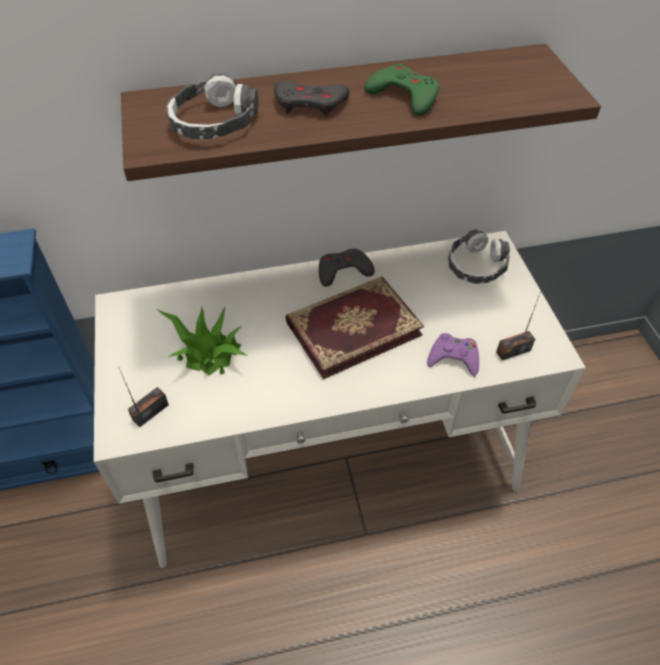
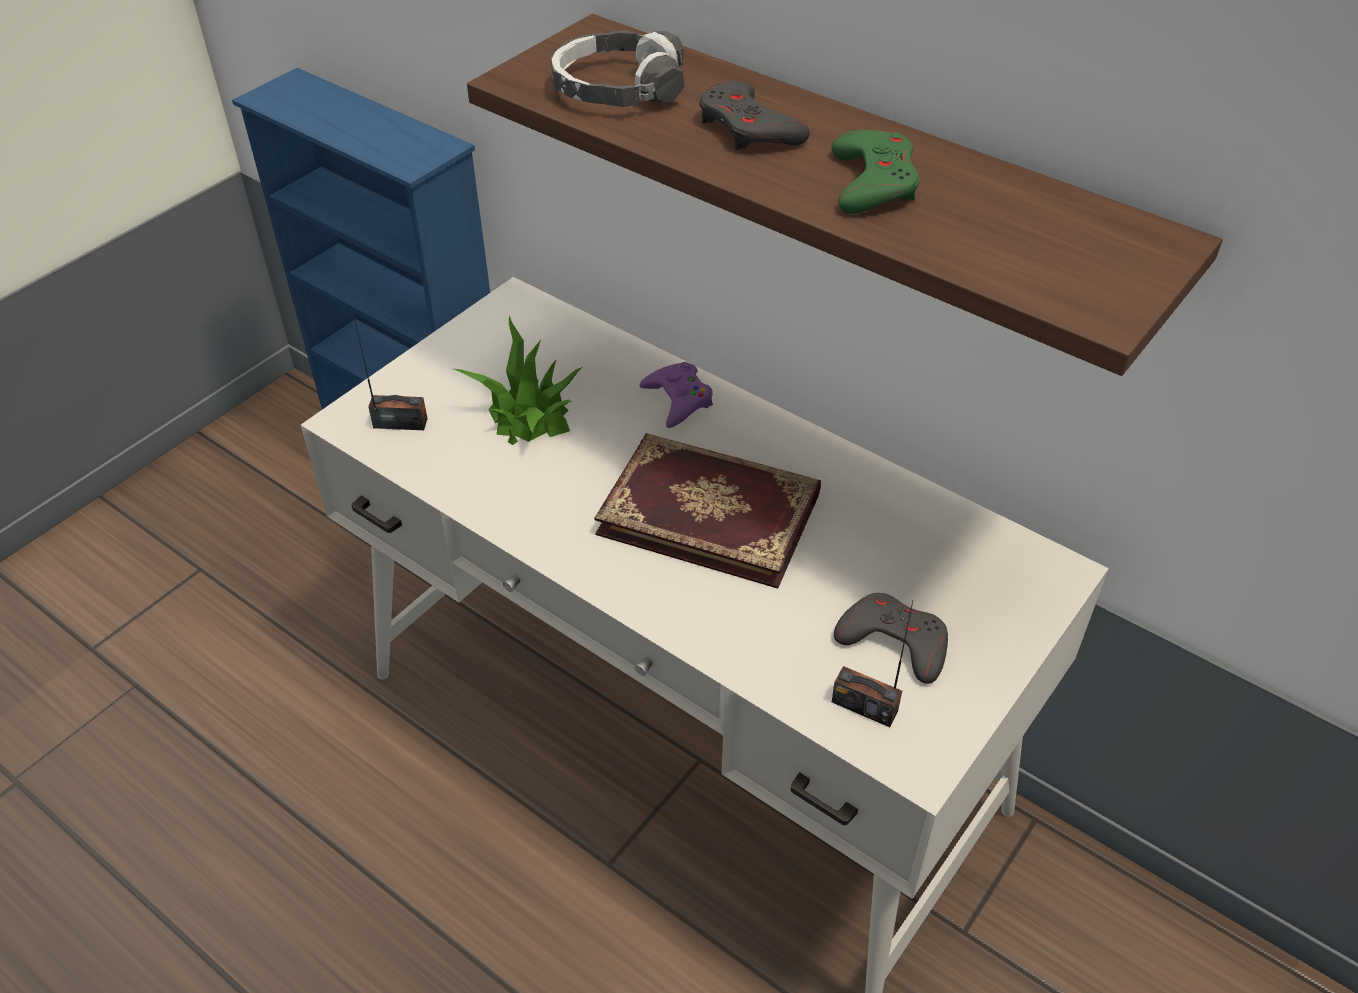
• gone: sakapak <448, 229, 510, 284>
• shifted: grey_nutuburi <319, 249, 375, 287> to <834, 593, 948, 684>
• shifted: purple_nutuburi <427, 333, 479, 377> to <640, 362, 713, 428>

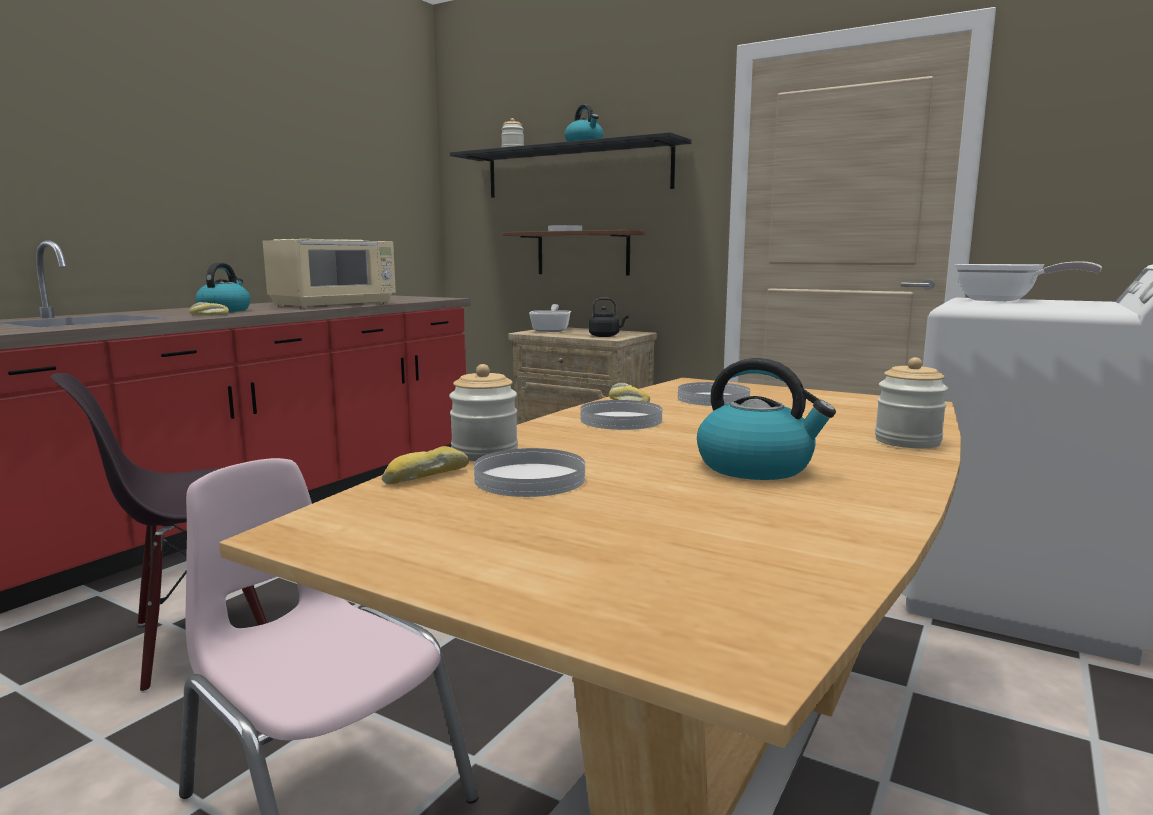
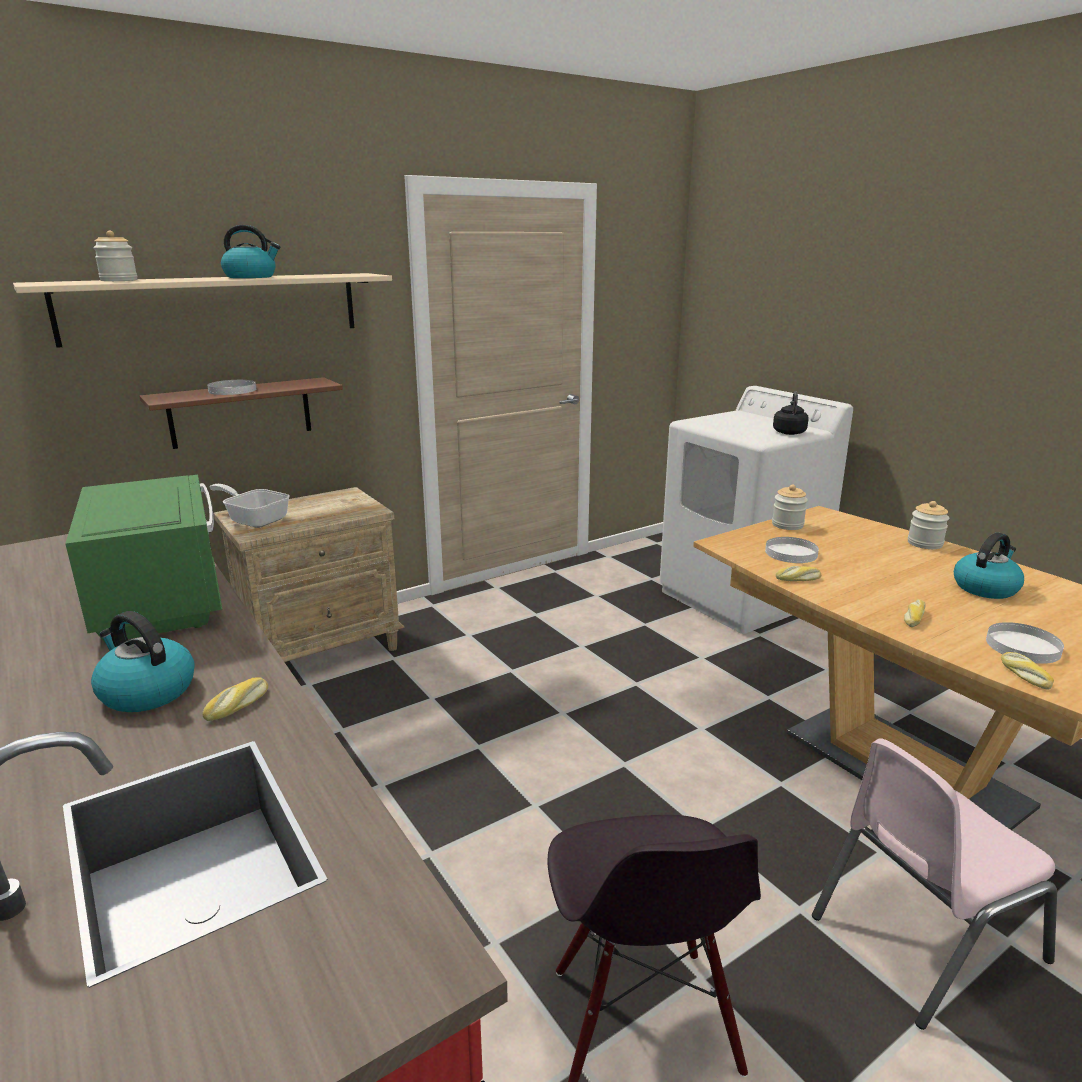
• gone: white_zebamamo <581, 400, 662, 430>
• gone: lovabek <954, 261, 1102, 302>
• new: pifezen <904, 599, 926, 627>
• shifted: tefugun <449, 364, 518, 461> to <772, 485, 808, 530>
• shifted: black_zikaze <588, 298, 629, 337> to <773, 391, 809, 435>
• repainted: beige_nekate <263, 239, 396, 308> to green_nekate <65, 475, 223, 642>
• repainted: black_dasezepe <450, 132, 692, 198> to beige_dasezepe <13, 273, 392, 348>

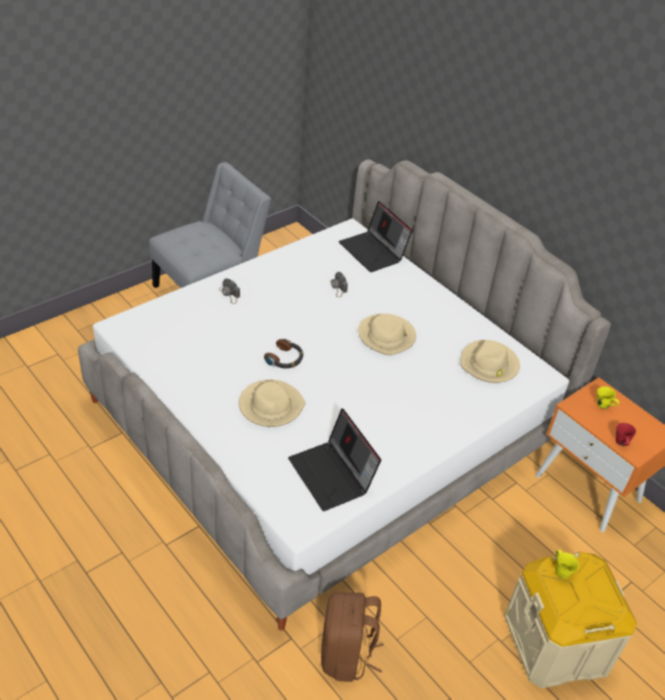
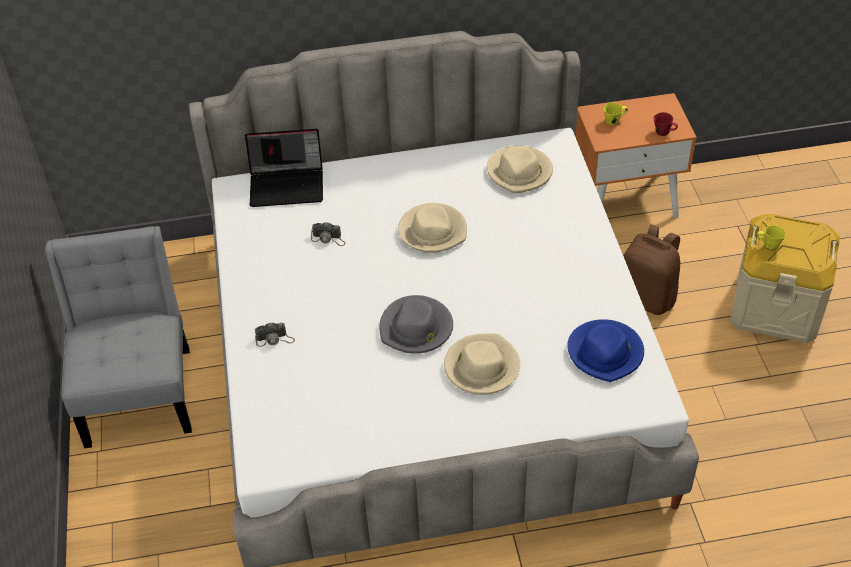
• shifted: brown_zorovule <321, 592, 384, 682> to <623, 224, 680, 315>
• swapped: sakapak <264, 339, 303, 368> to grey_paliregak <379, 295, 453, 354>
• swapped: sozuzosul <288, 408, 381, 511> to blue_paliregak <567, 319, 644, 382>

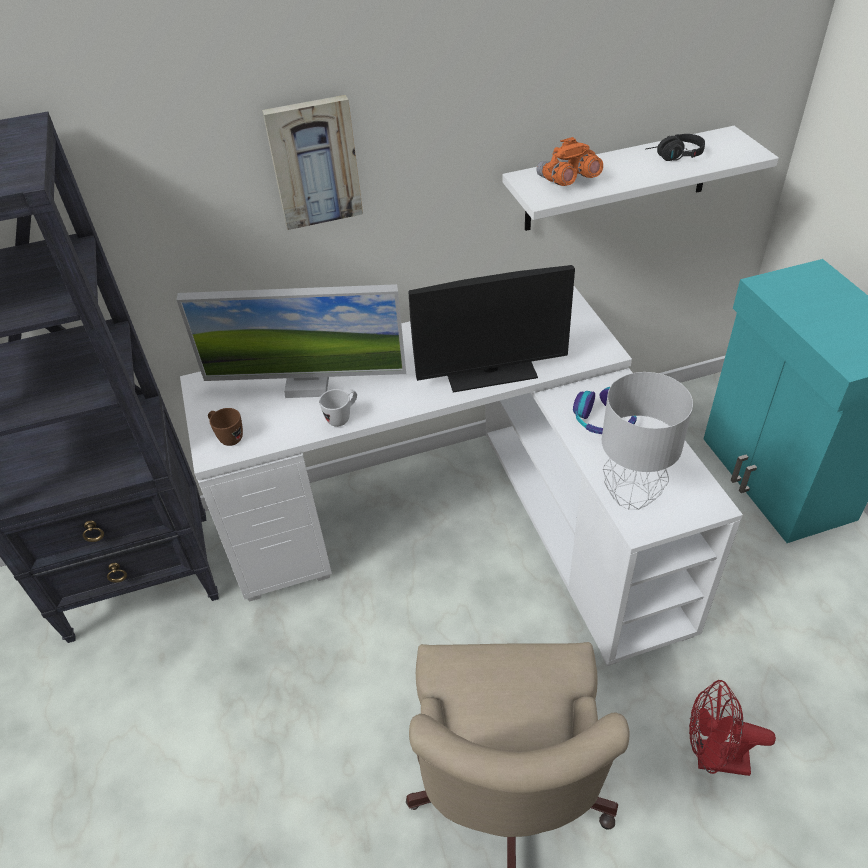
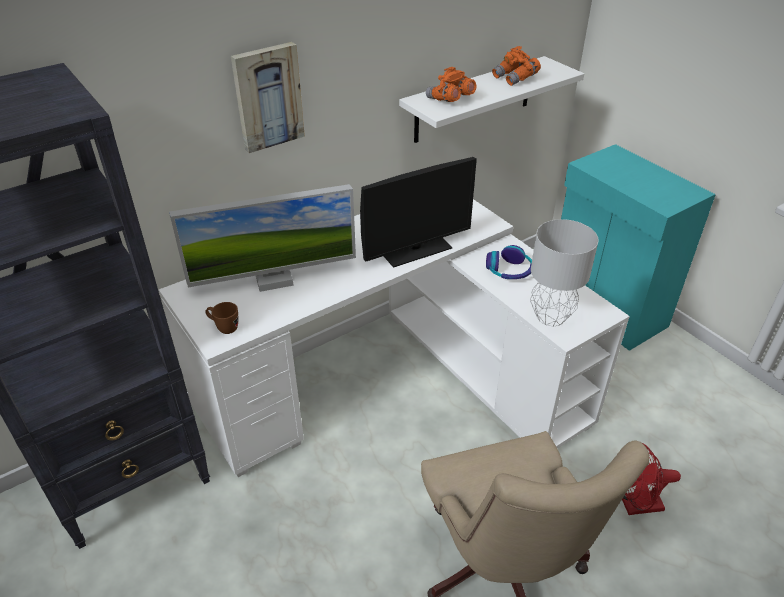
• gone: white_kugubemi <319, 389, 357, 427>
• swapped: black_sakapak <645, 134, 705, 161> to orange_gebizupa <492, 46, 541, 86>

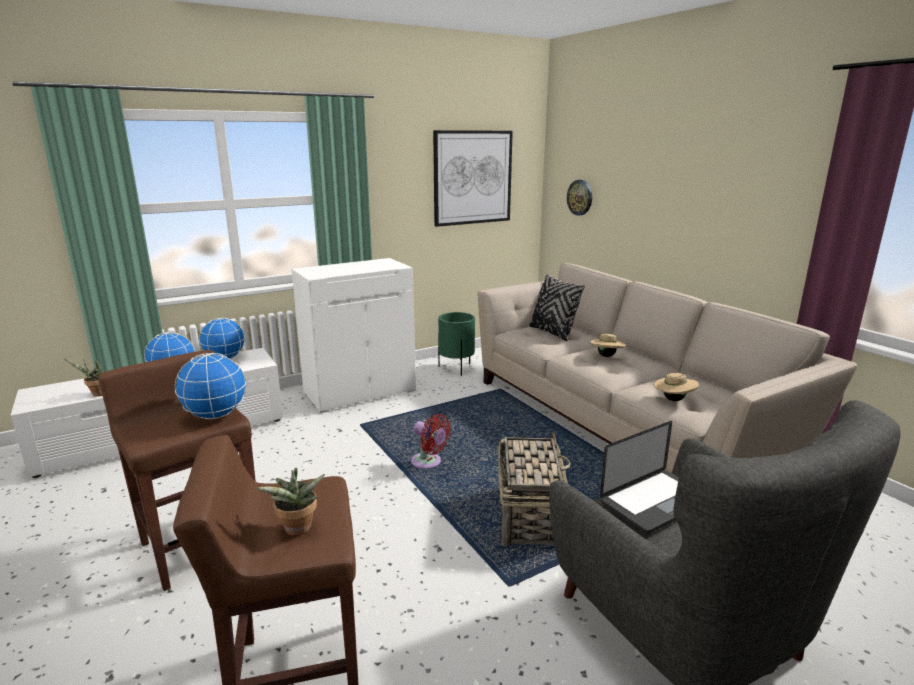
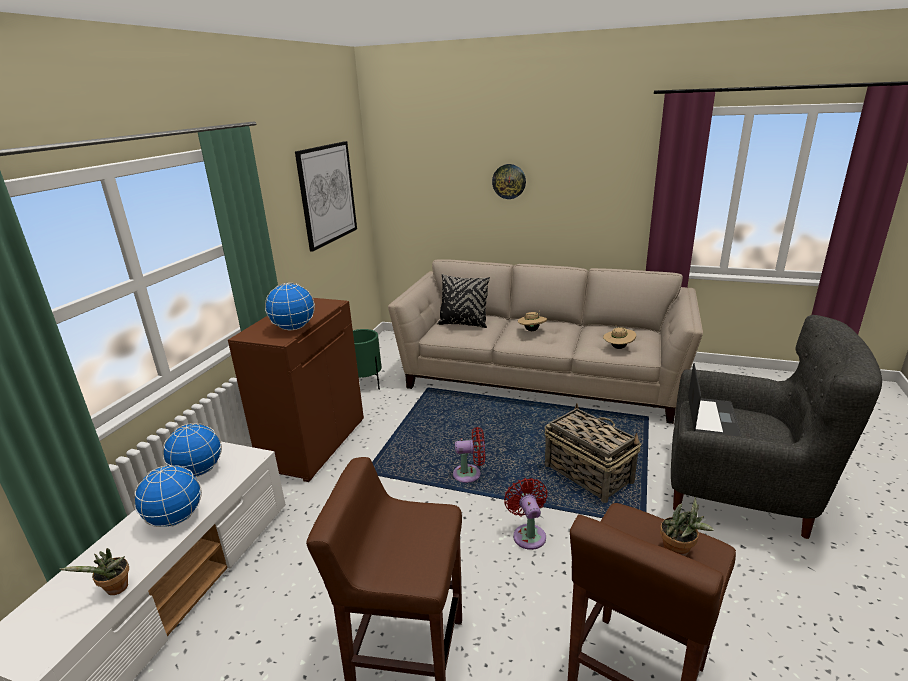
• new: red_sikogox <504, 478, 548, 550>
• shifted: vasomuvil <175, 353, 247, 419> to <265, 283, 315, 330>
• shifted: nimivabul <567, 180, 592, 216> to <492, 164, 526, 199>
• repainted: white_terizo <292, 258, 416, 413> to brown_terizo <228, 298, 364, 482>

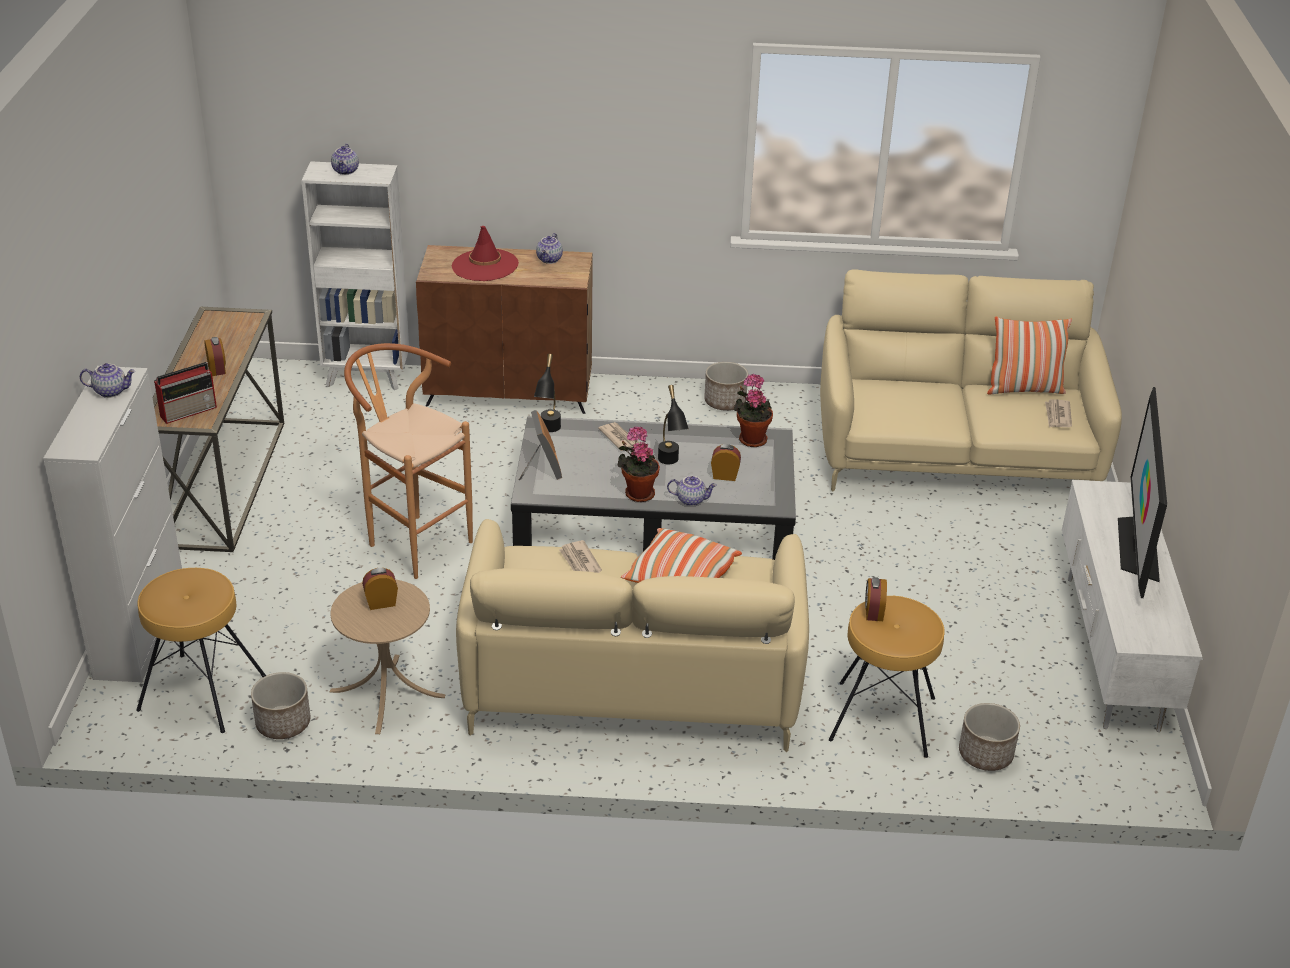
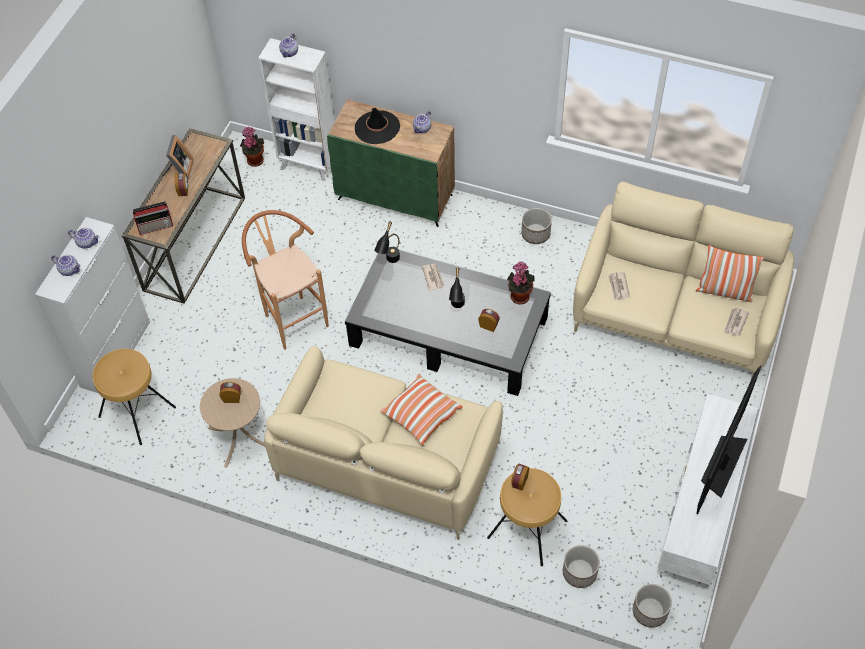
• shifted: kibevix <251, 672, 311, 739> to <633, 584, 672, 628>
• shifted: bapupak <519, 410, 562, 480> to <162, 135, 194, 179>
• shifted: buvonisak <559, 540, 602, 573> to <608, 272, 630, 300>
• shifted: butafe <617, 426, 660, 502> to <240, 126, 264, 167>
• shifted: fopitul <667, 476, 717, 506> to <52, 255, 81, 276>
• repainted: brown_terizo <416, 245, 593, 414> to green_terizo <327, 99, 455, 227>
• repainted: red_paliregak <452, 226, 519, 281> to black_paliregak <355, 107, 400, 144>

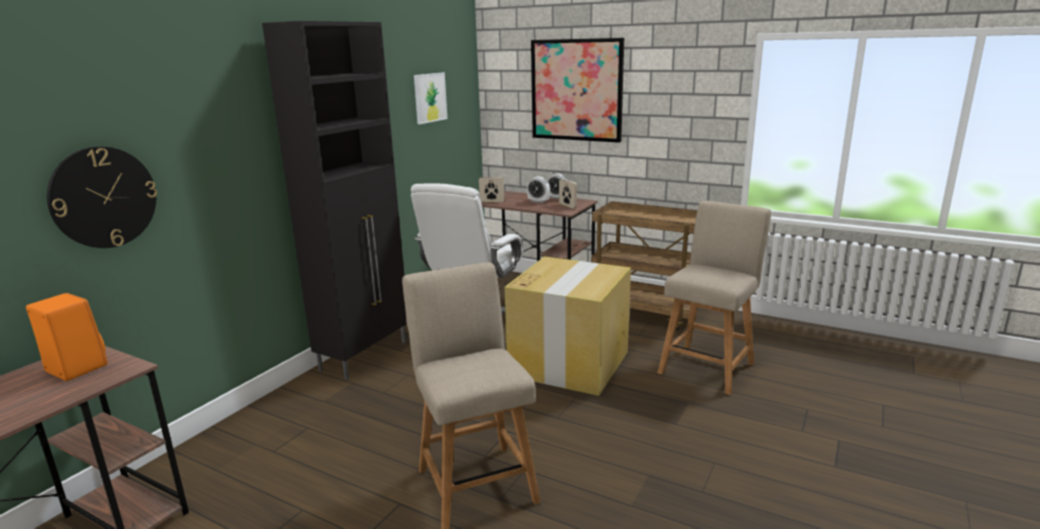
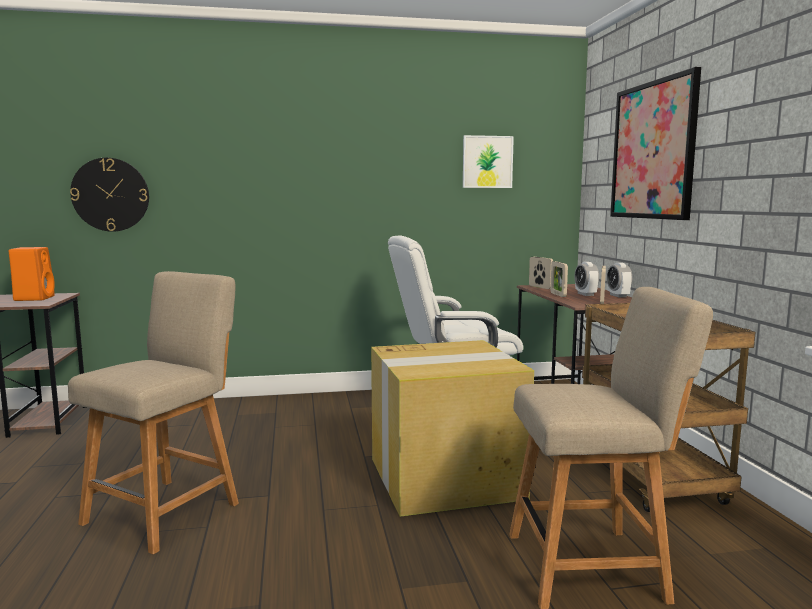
• gone: black_terizo <262, 21, 407, 380>
• new: bapupak <550, 261, 568, 297>

